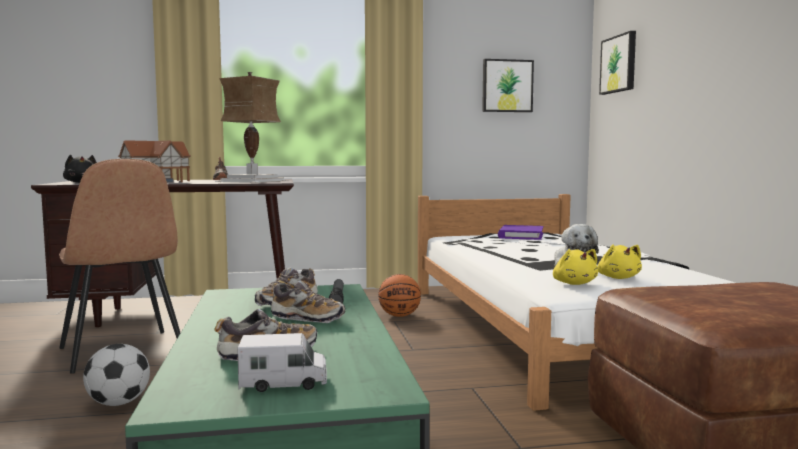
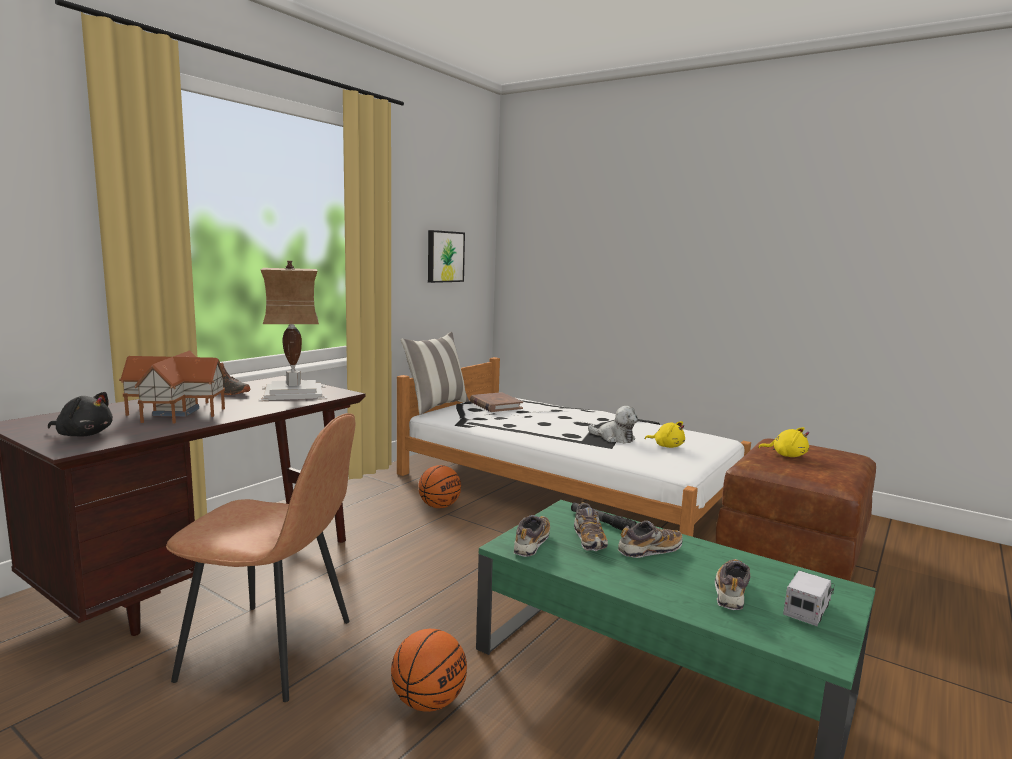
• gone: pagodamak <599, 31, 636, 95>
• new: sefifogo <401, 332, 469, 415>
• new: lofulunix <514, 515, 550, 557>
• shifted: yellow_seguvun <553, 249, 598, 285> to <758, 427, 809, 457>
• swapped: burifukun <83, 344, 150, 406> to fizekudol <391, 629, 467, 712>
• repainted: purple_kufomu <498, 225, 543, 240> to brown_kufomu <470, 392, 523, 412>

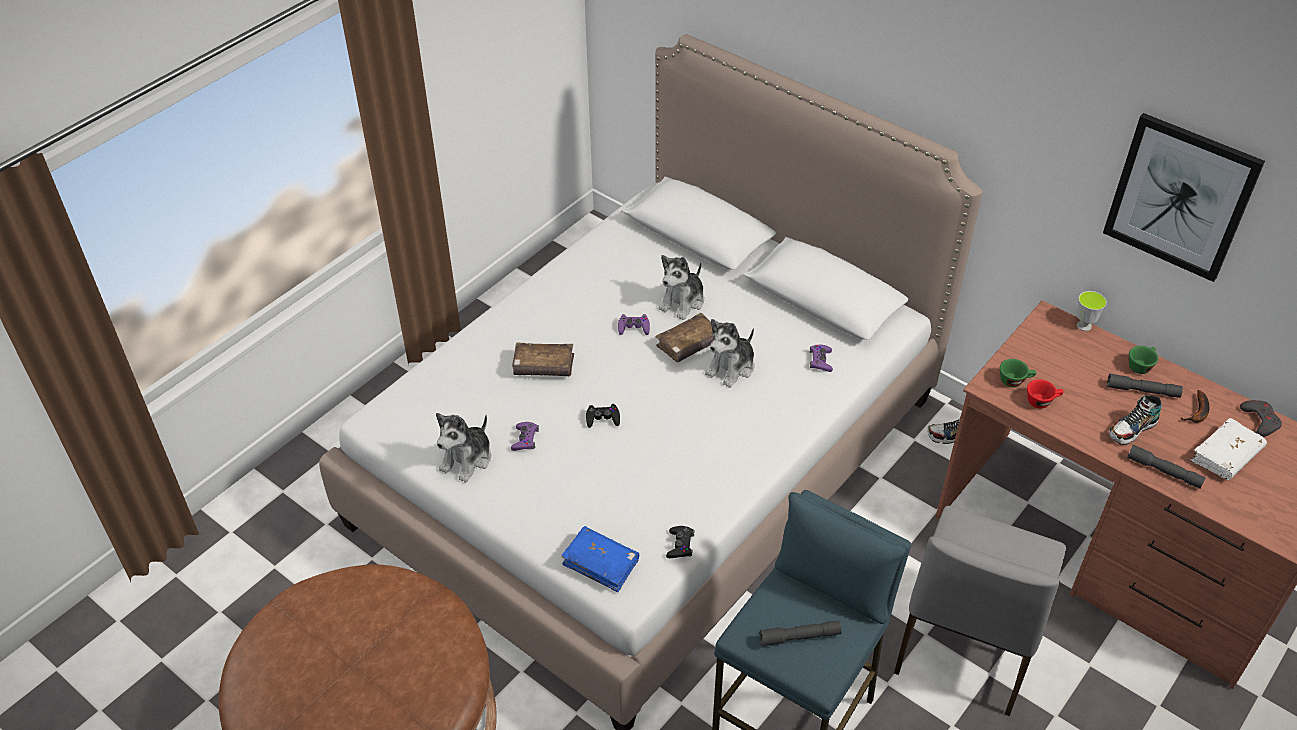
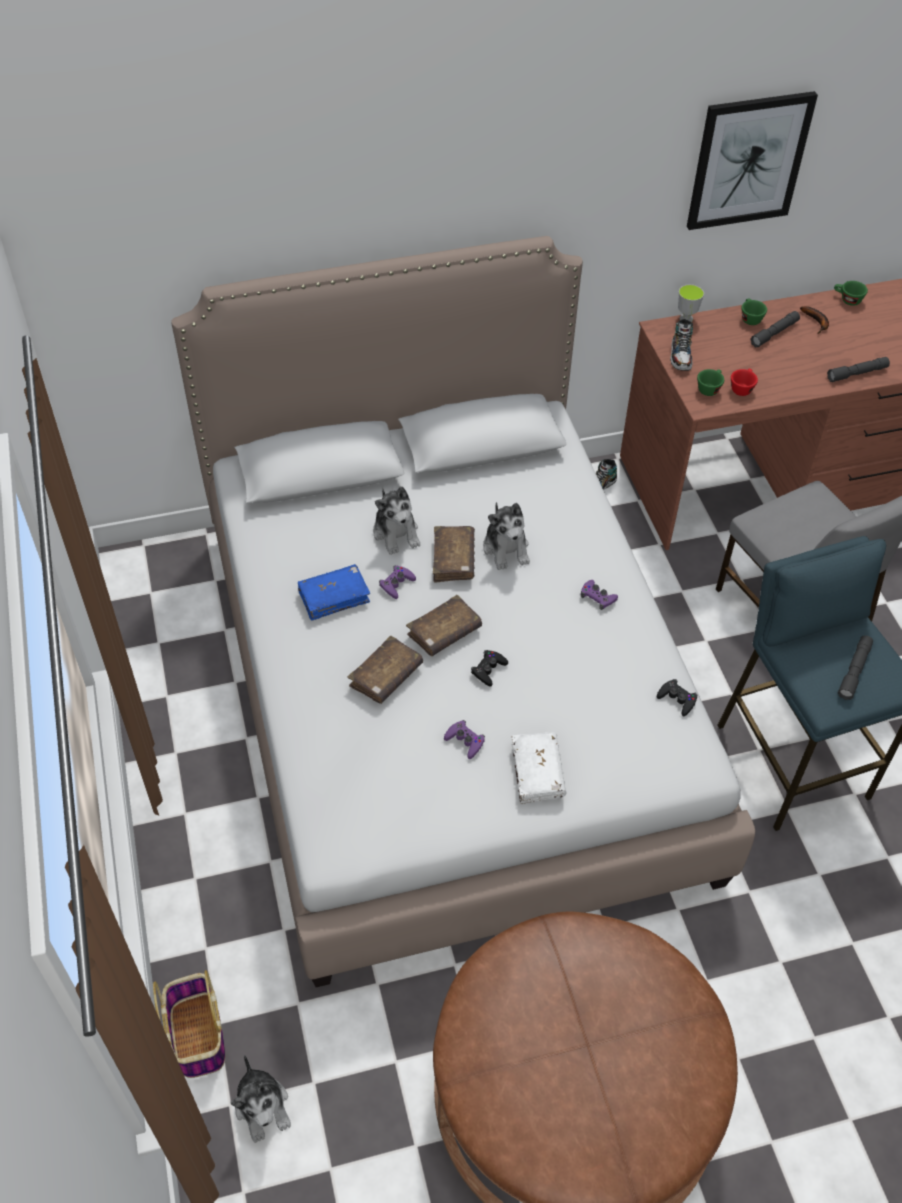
• new: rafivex <153, 970, 225, 1078>
• new: brown_kufomu <406, 595, 482, 656>
• shifted: seguvun <436, 413, 491, 482> to <230, 1055, 291, 1143>
• shifted: blue_kufomu <562, 526, 639, 592> to <298, 564, 370, 621>
• shifted: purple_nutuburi <810, 344, 833, 372> to <581, 580, 618, 610>
• shifted: lofulunix <1109, 395, 1162, 445> to <670, 319, 693, 371>
• shifted: white_kufomu <1190, 418, 1267, 480> to <512, 732, 566, 804>
• swapped: grey_nutuburi <1240, 400, 1282, 437> to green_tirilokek <834, 281, 868, 306>

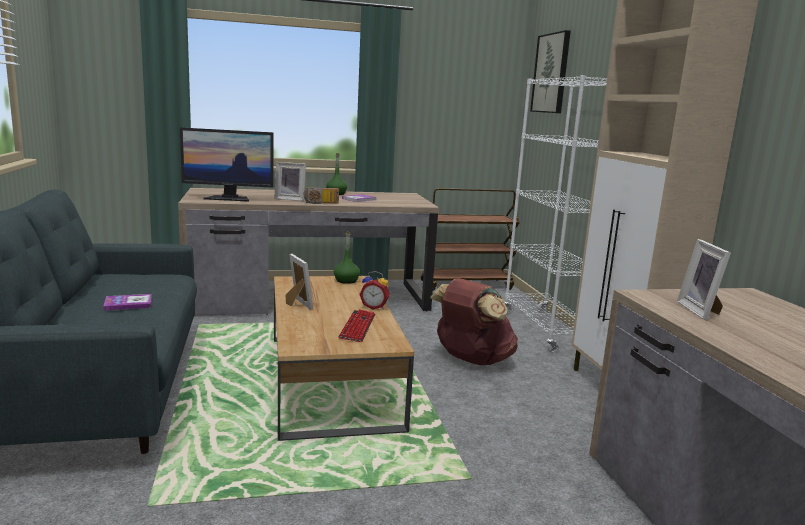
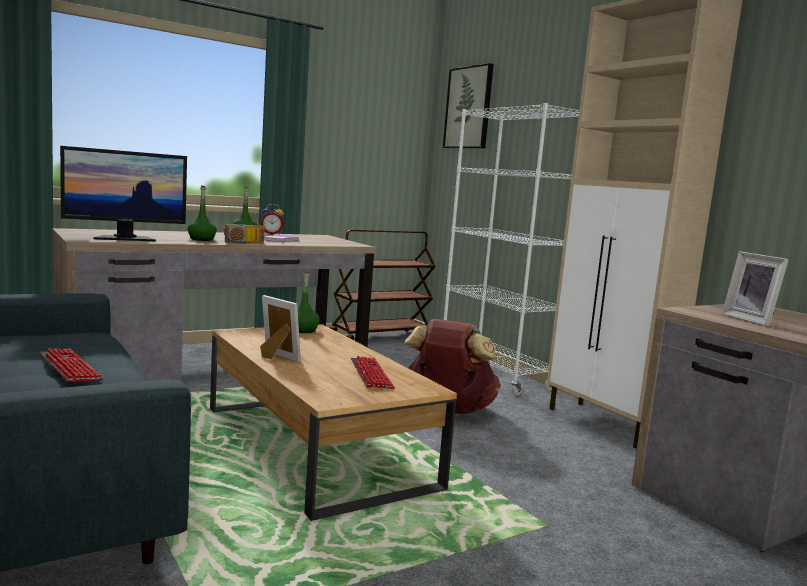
• shifted: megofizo <359, 271, 390, 310> to <260, 204, 284, 235>
• swapped: kufomu <103, 294, 152, 311> to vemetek <39, 349, 103, 383>
• swapped: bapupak <274, 162, 306, 201> to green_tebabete <187, 185, 217, 241>

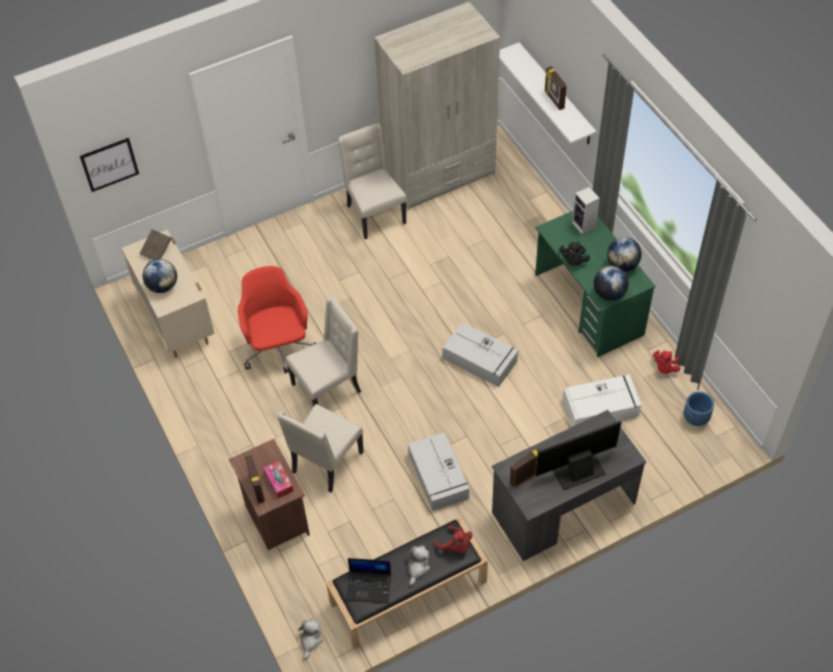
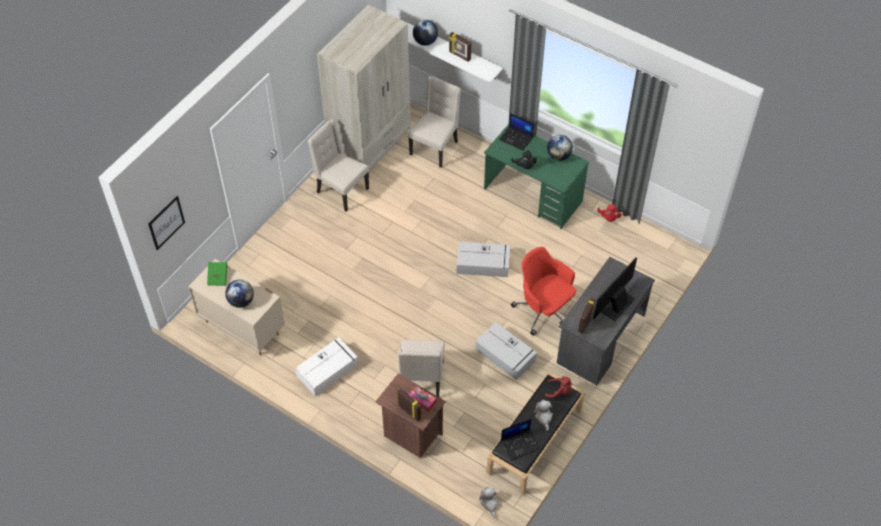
• gone: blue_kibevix <684, 391, 714, 426>
• shifted: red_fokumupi <238, 266, 316, 373> to <511, 247, 576, 336>
• shifted: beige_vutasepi <286, 297, 361, 407> to <408, 76, 461, 168>
• shifted: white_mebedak <563, 374, 642, 427> to <295, 337, 358, 396>
• shifted: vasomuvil <594, 266, 629, 301> to <413, 20, 438, 46>
• swapped: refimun <572, 187, 600, 234> to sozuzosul <499, 113, 534, 151>
• repainted: brown_kufomu <139, 229, 171, 260> to green_kufomu <207, 262, 227, 286>

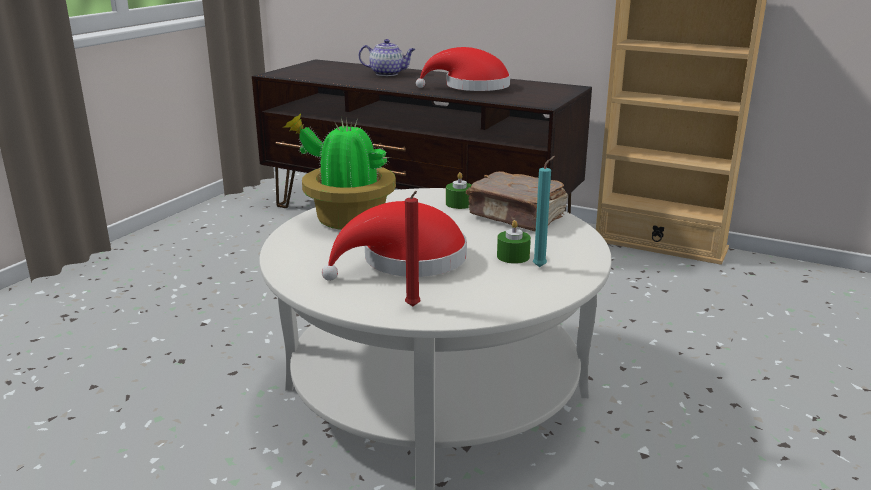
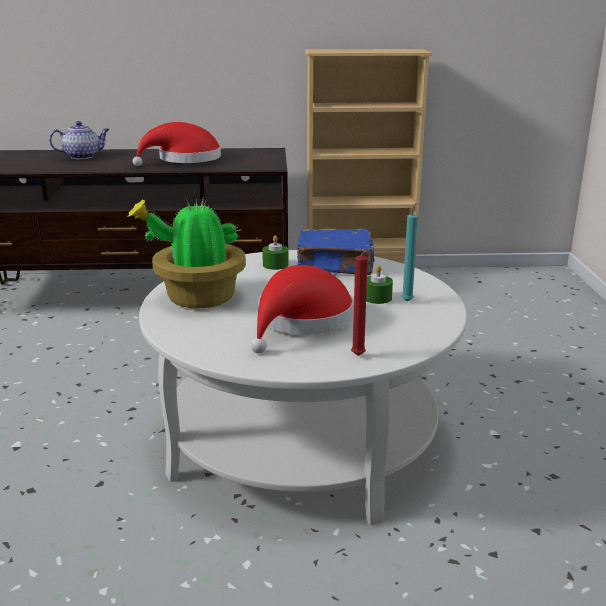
• repainted: brown_kufomu <466, 171, 568, 232> to blue_kufomu <297, 228, 375, 275>

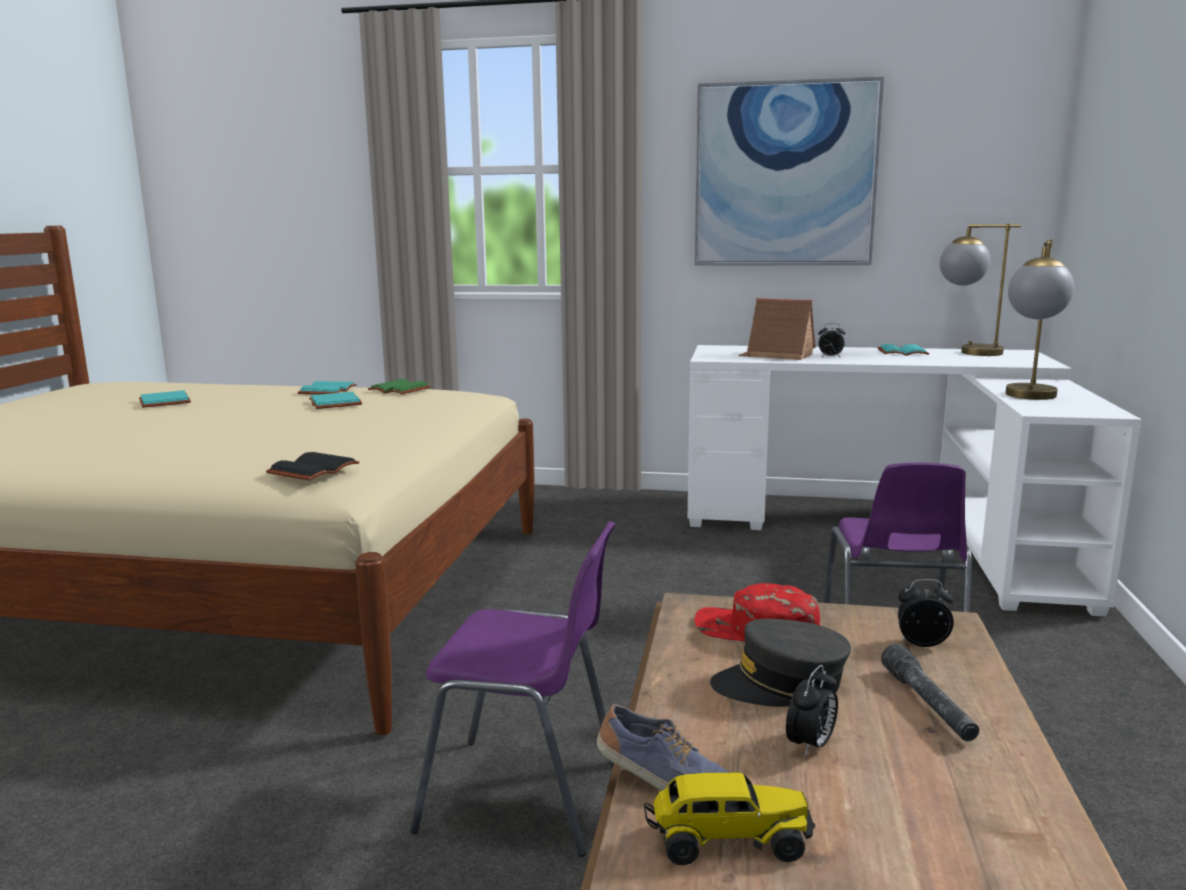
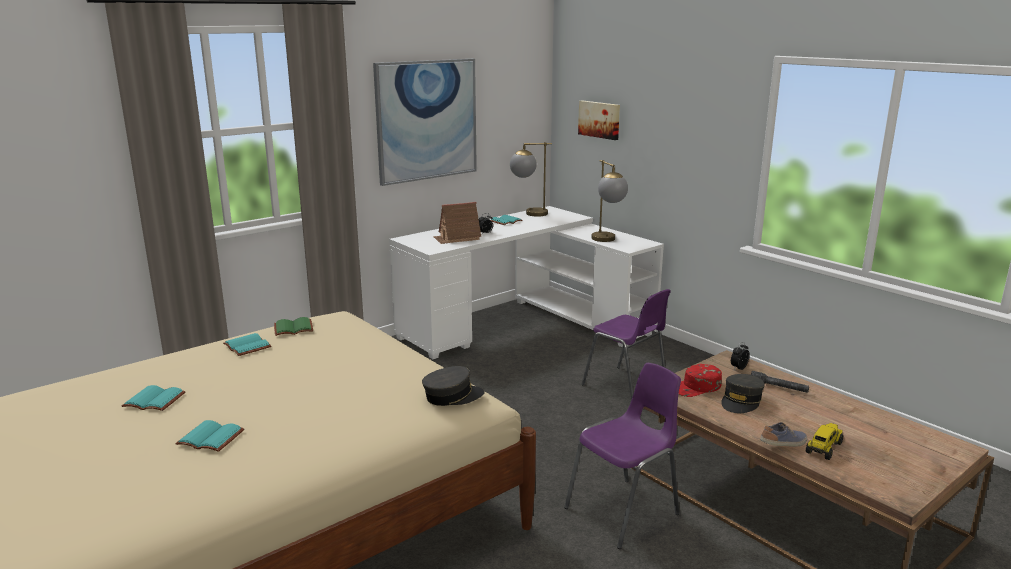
• gone: megofizo <786, 665, 838, 757>
• new: pagodamak <578, 100, 620, 140>
• shifted: turquoise_kufomu <309, 392, 362, 409> to <175, 420, 244, 452>
• swapped: black_kufomu <266, 452, 359, 481> to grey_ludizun <422, 366, 485, 406>

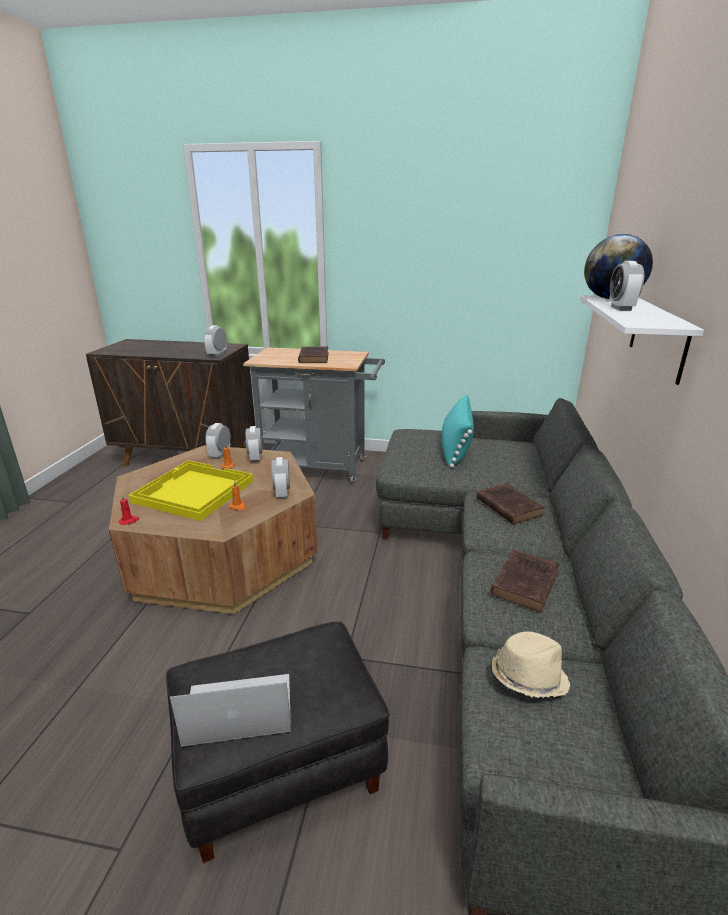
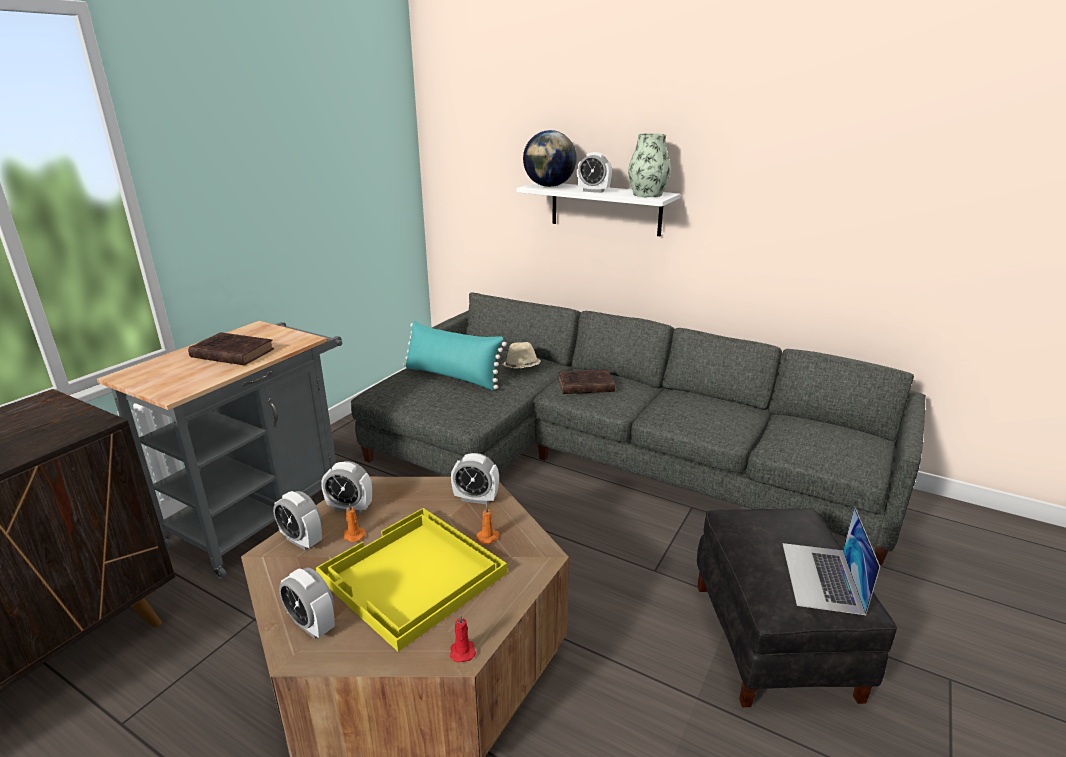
• gone: brown_kufomu <490, 549, 560, 613>
• new: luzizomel <628, 133, 671, 197>
• shifted: megofizo <204, 325, 227, 357> to <279, 567, 335, 639>
• shifted: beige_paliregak <492, 631, 570, 698> to <502, 342, 541, 369>

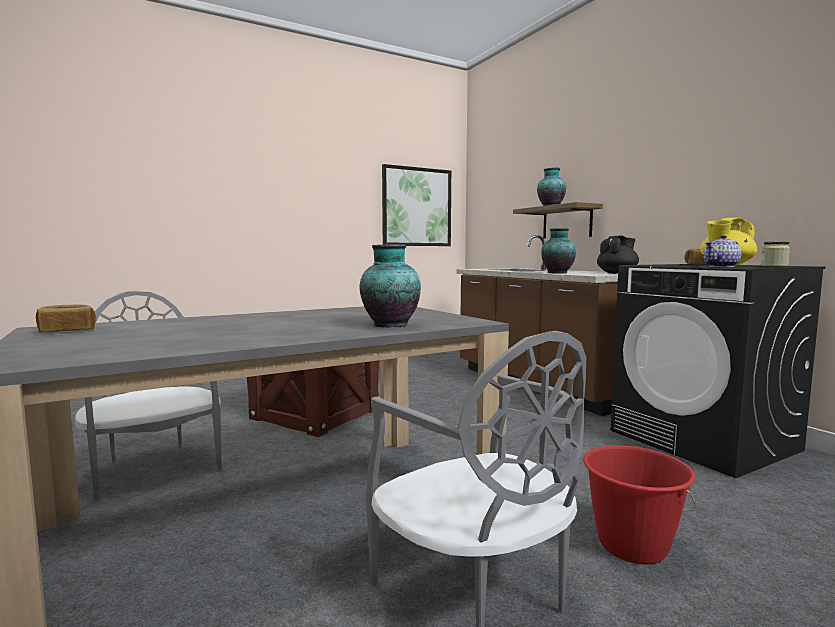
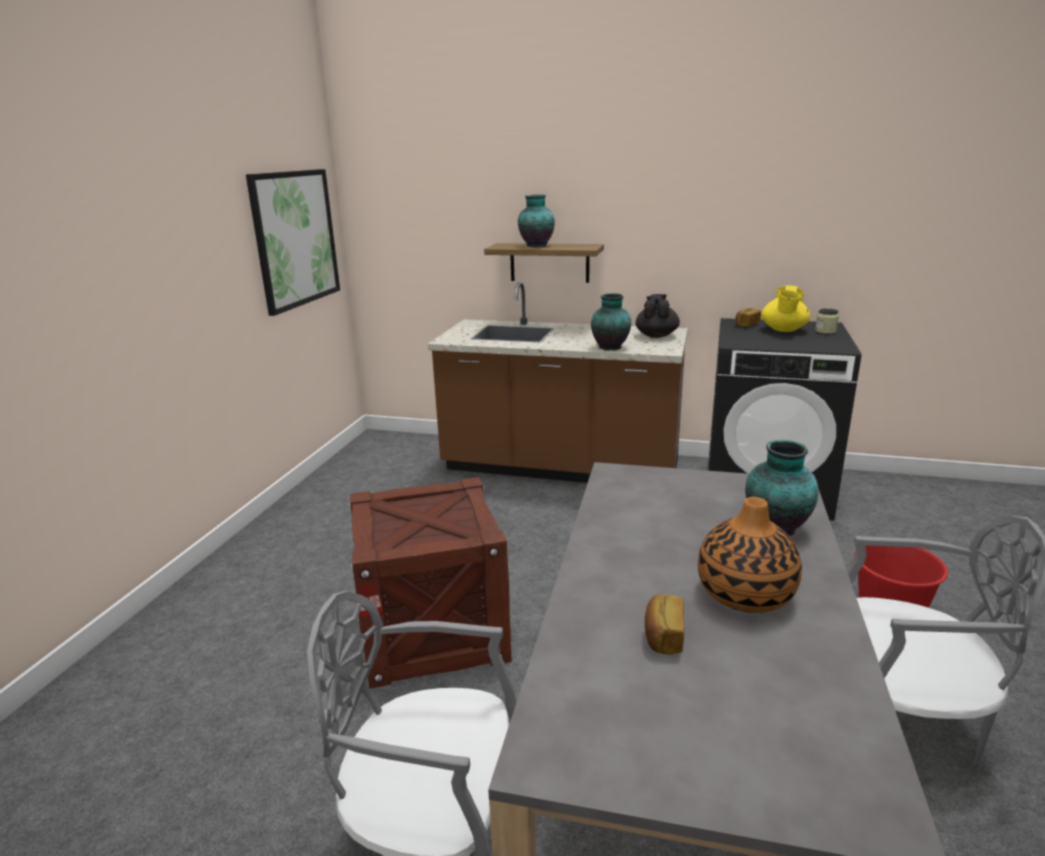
• gone: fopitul <703, 235, 742, 267>
• new: luzizomel <698, 497, 802, 613>
• shifted: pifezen <36, 305, 96, 332> to <645, 594, 684, 654>

